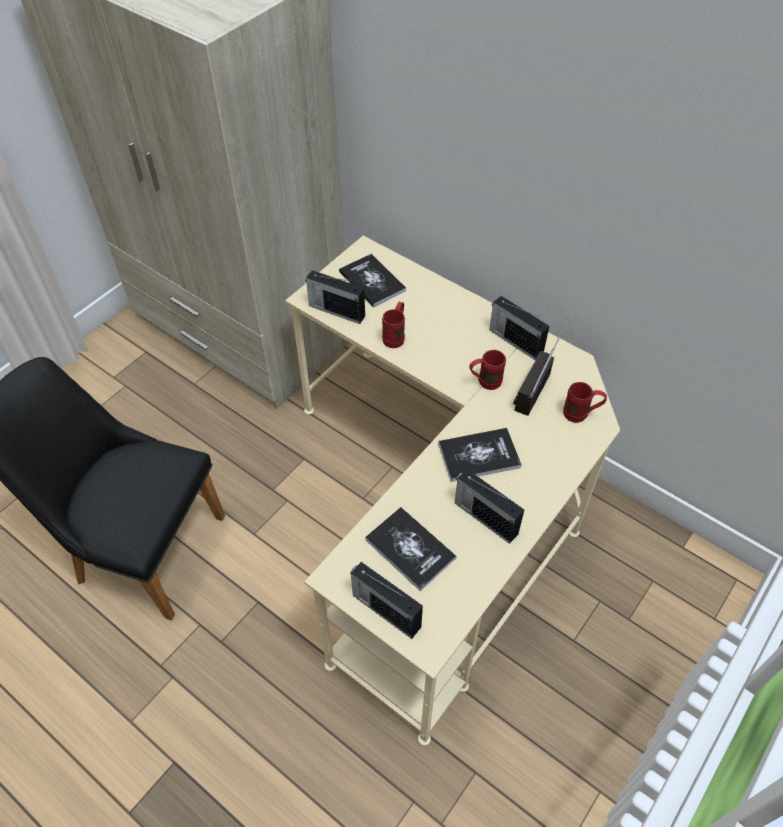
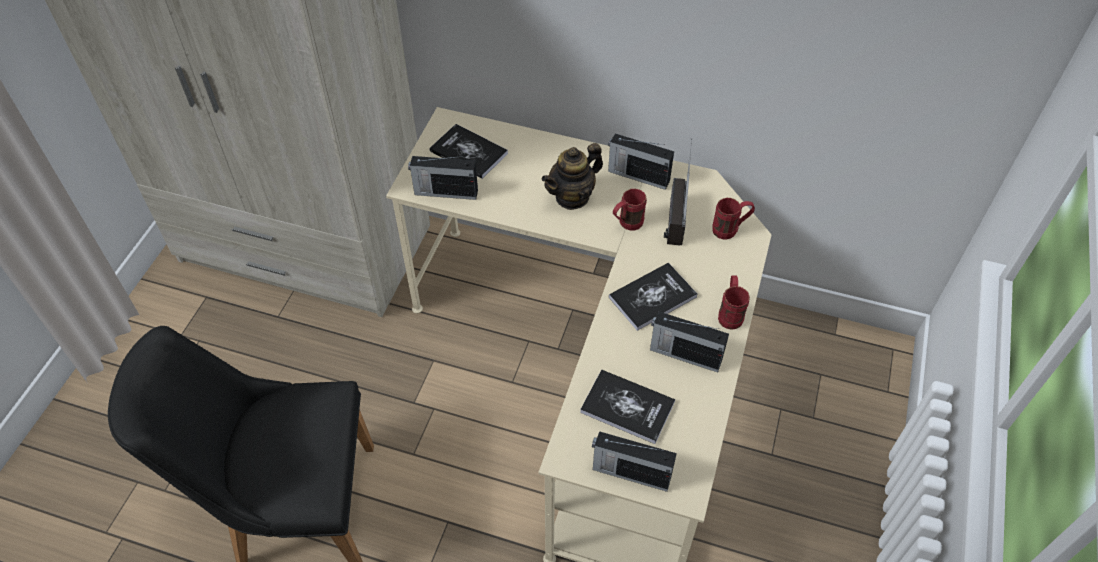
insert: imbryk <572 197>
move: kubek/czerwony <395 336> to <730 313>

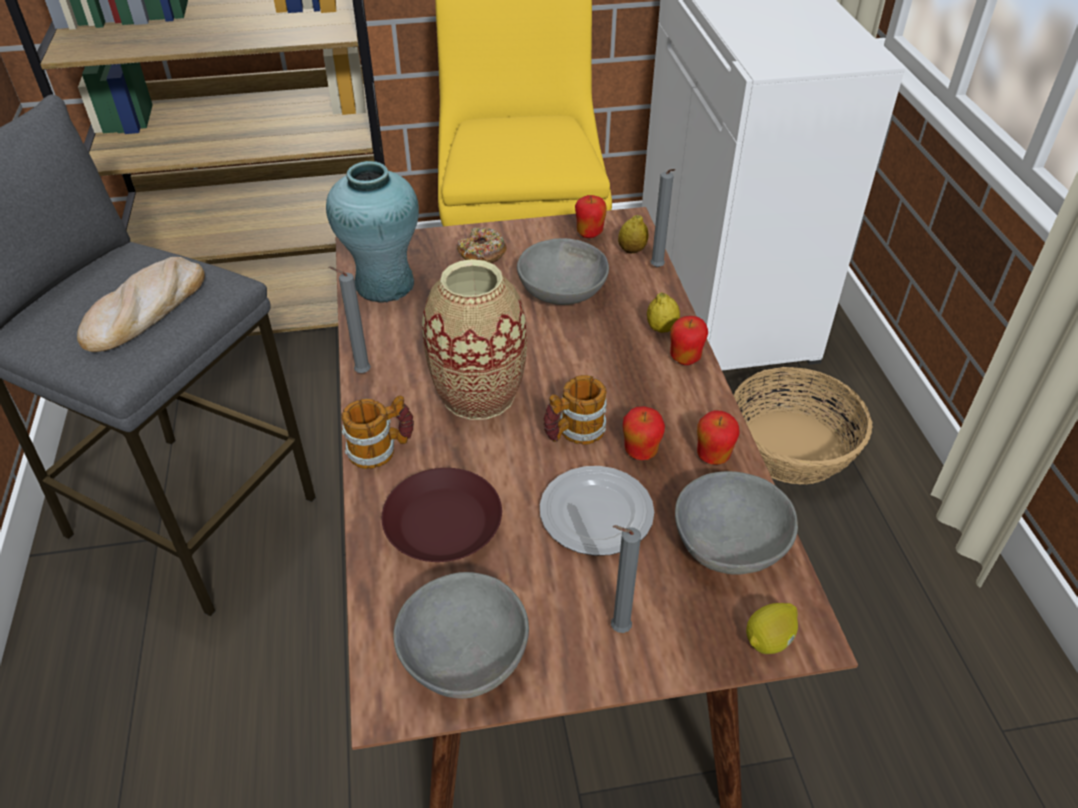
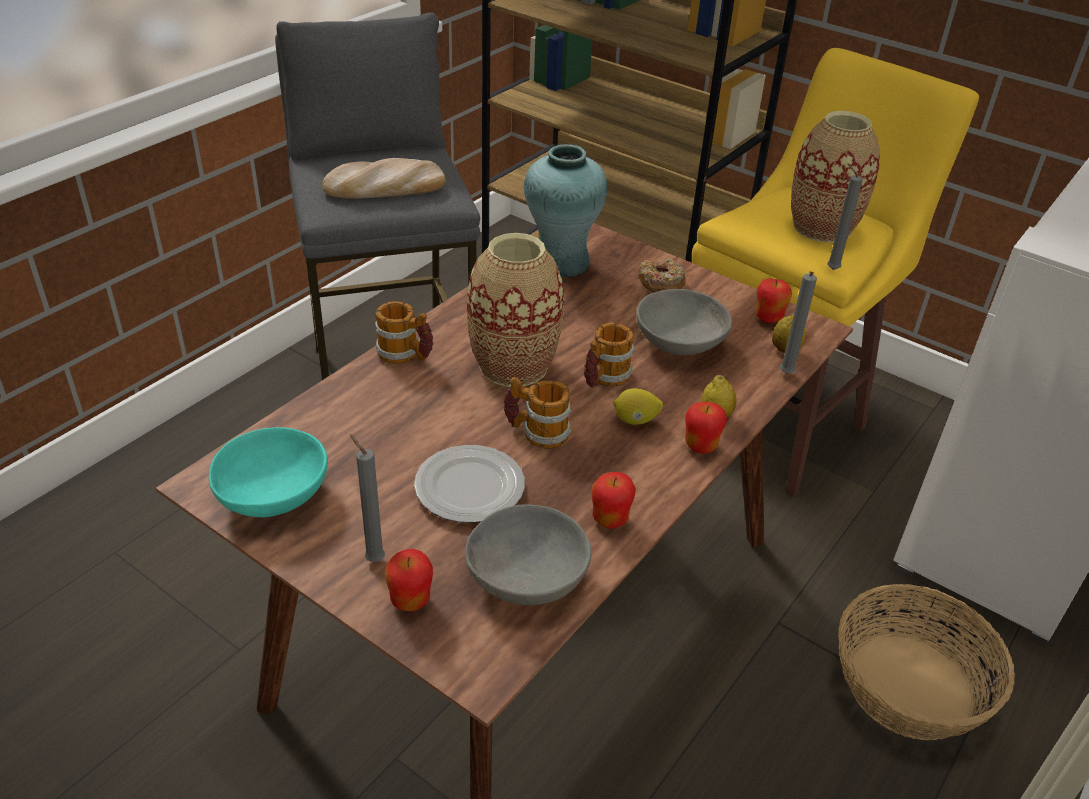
delete: talerz/brązowy <442 523>
insert: wazon <821 228>; kubek <604 378>
move: świeca/szary <360 373> to <830 269>; jabłko <640 452> to <411 601>; cytryna <769 640> to <635 420>
recolor: miska/szary <462 654> to miska/turkusowy <272 494>

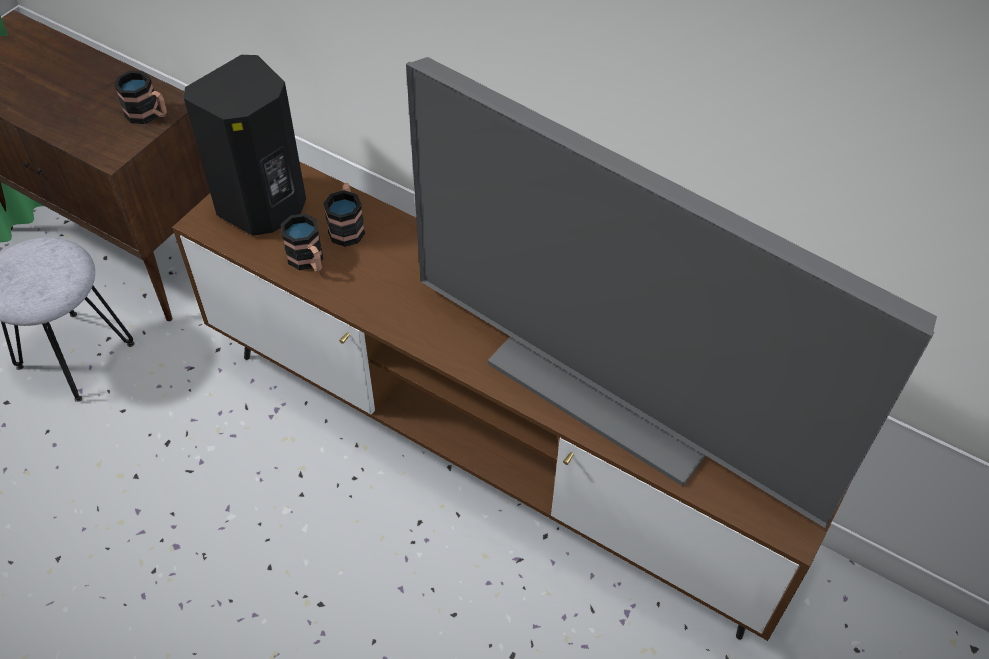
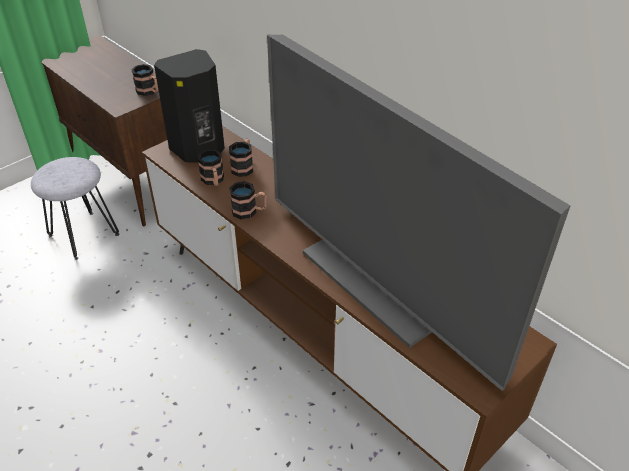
insert: kubek <249 211>

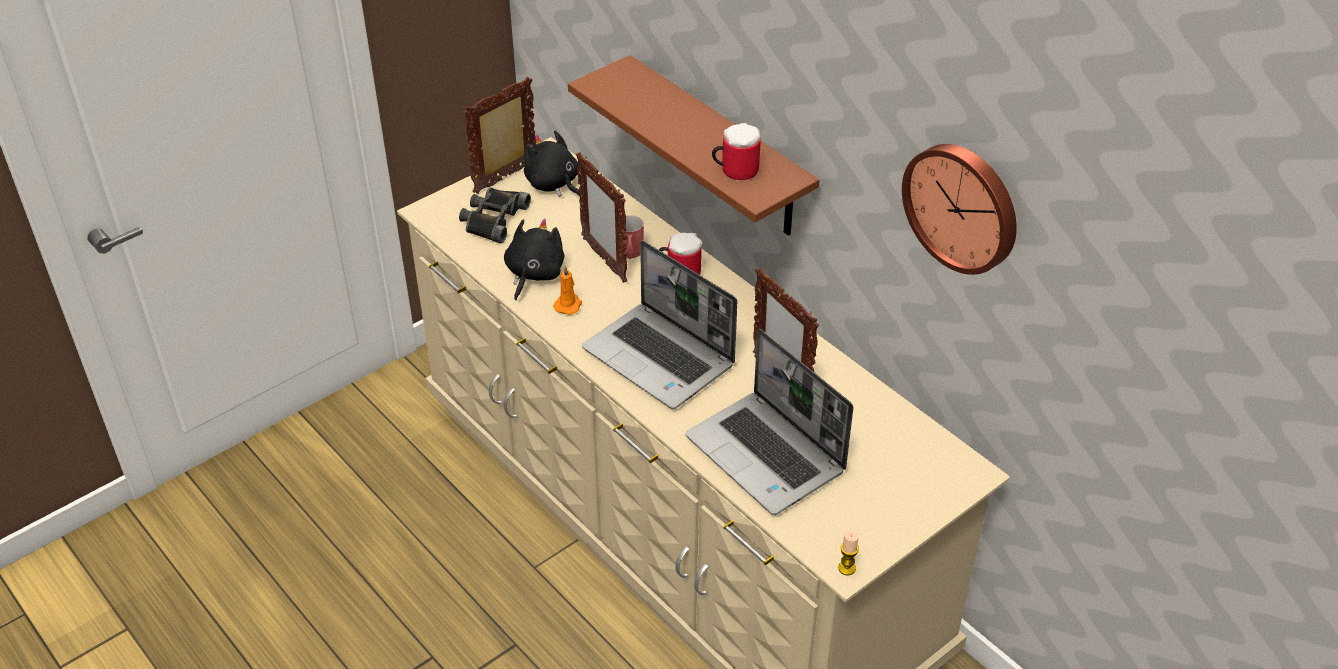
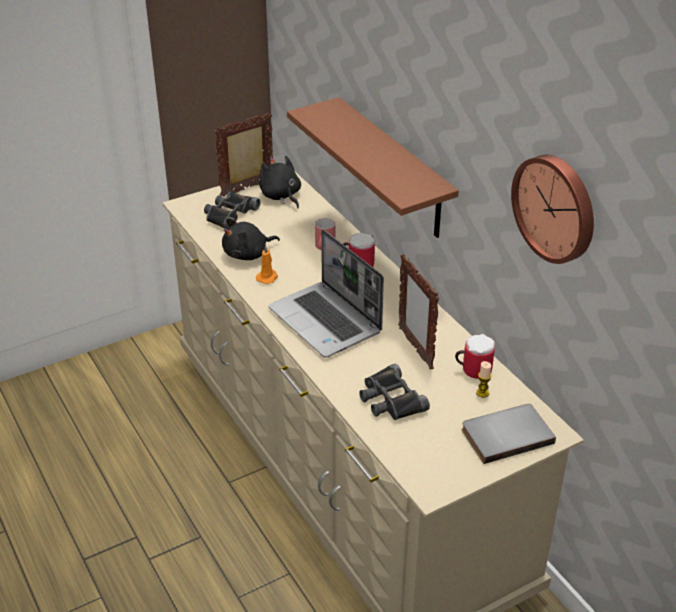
delete: ramka na zdjęcie <604 260>
insert: książka/szary <505 434>
move: kubek <734 170> to <472 369>; świeca <847 568> to <482 393>
replace: laptop <767 455> to lornetka/czarny <390 399>
rotate: pluszak/czarny <533 274> = <248 254> 150 degrees counterclockwise

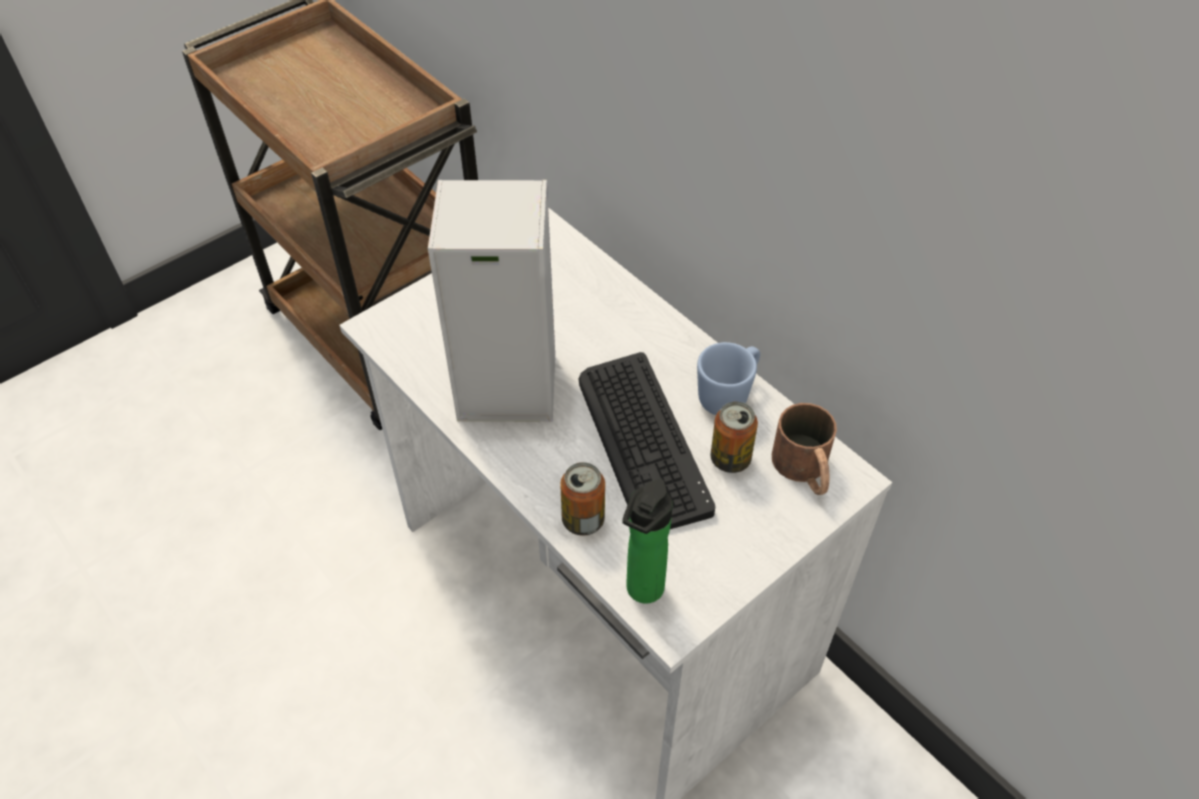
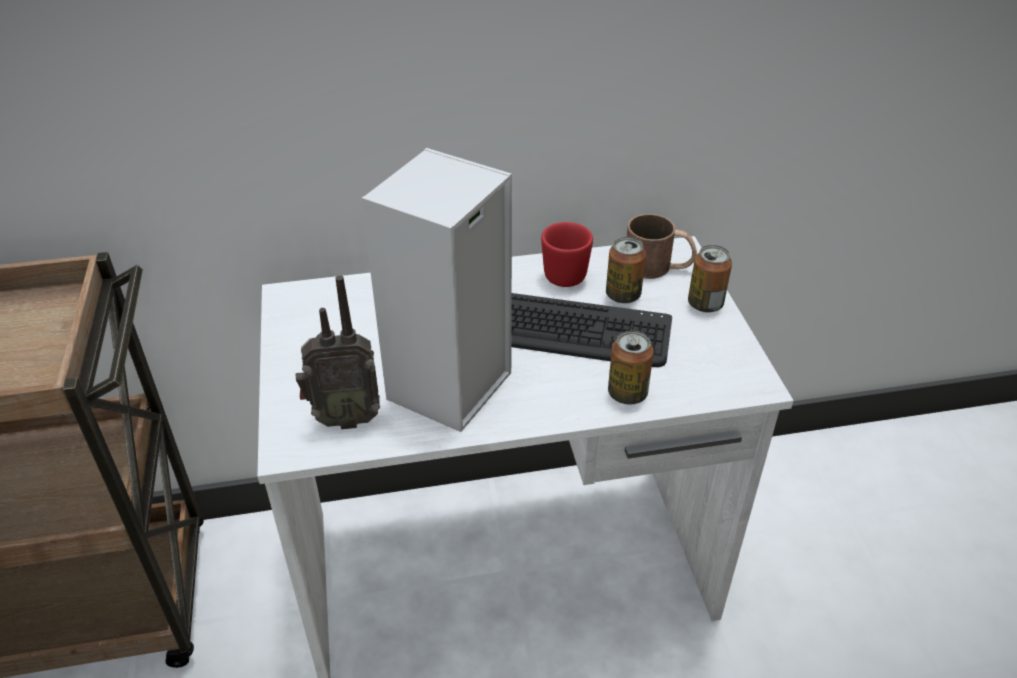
delete: butelka <642 592>
insert: puszka <705 304>; radio <344 418>
recolor: kubek/niebieski <728 395> to kubek/czerwony <562 272>

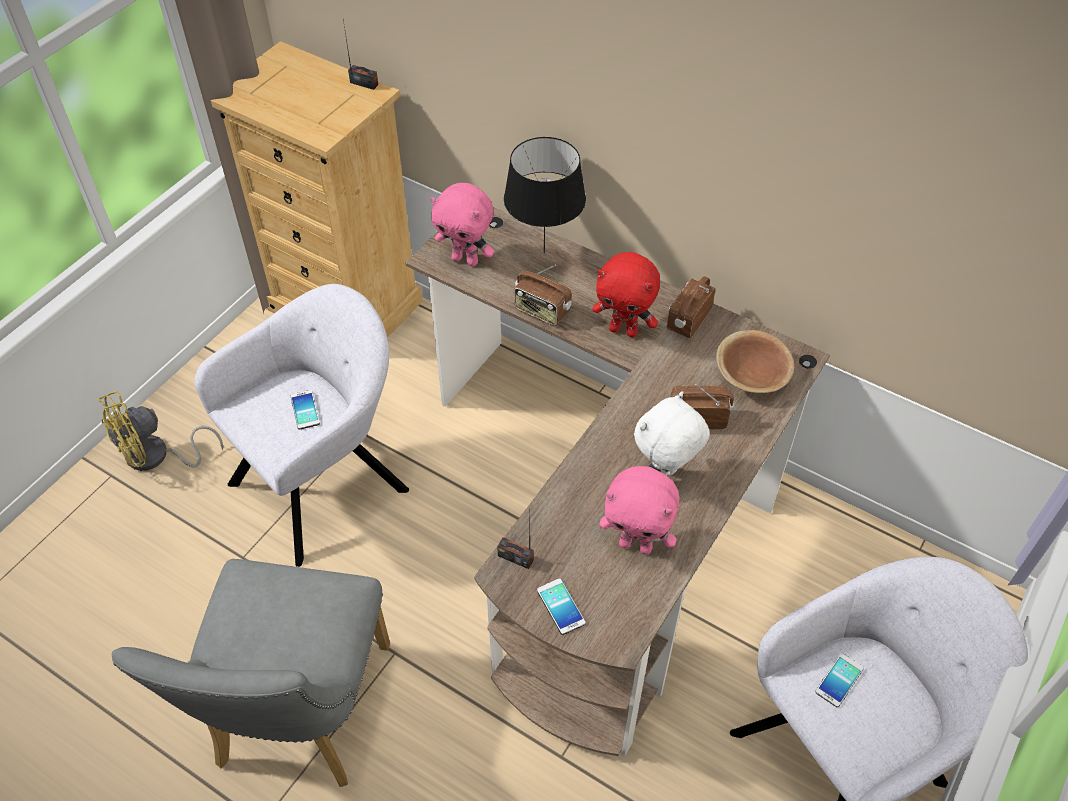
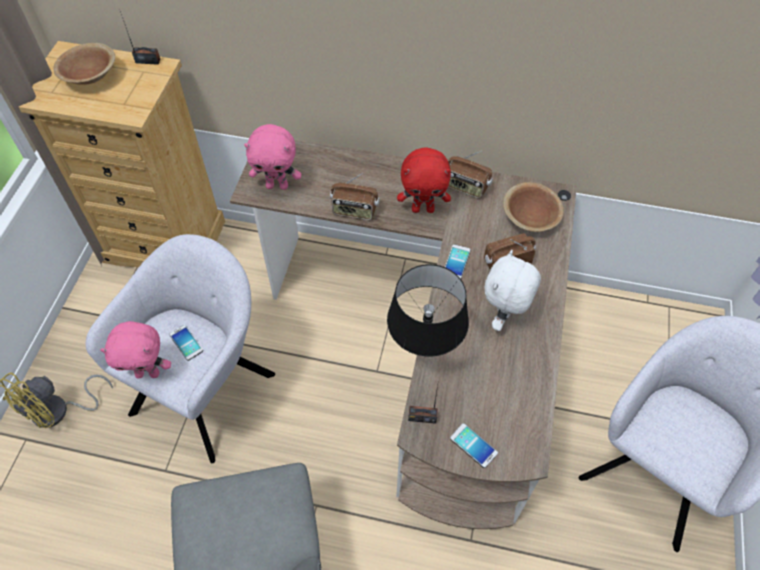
insert: miska/brązowy <90 76>
move: lampa stołowa/czarny <543 253> to <423 355>; pluszak/różowy <636 545> to <148 373>; telefon <839 680> to <456 262>
rotate: radio <688 320> = <466 187> 75 degrees counterclockwise

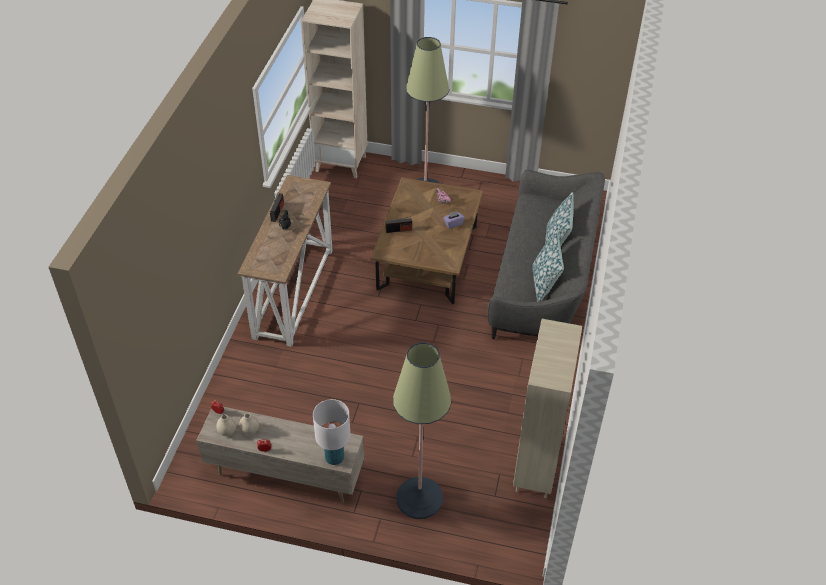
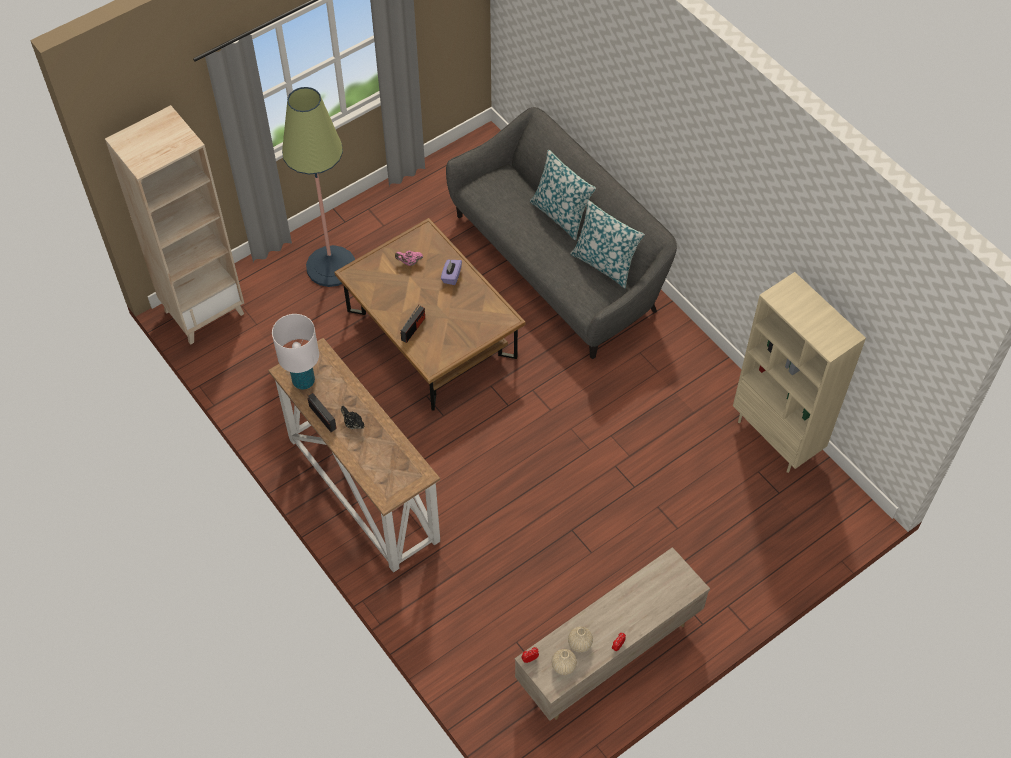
delete: lampa stojąca <419 498>
move: lampa stołowa/biały <334 458> to <303 381>

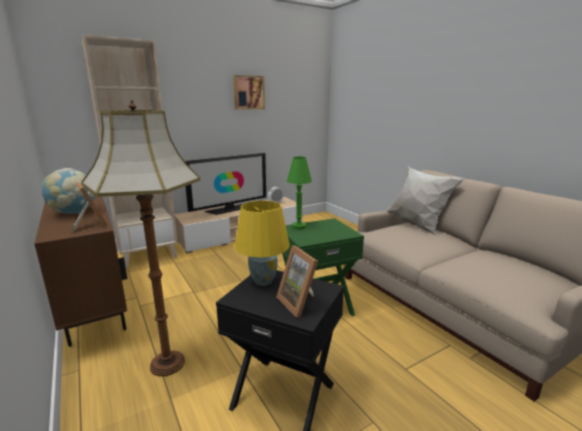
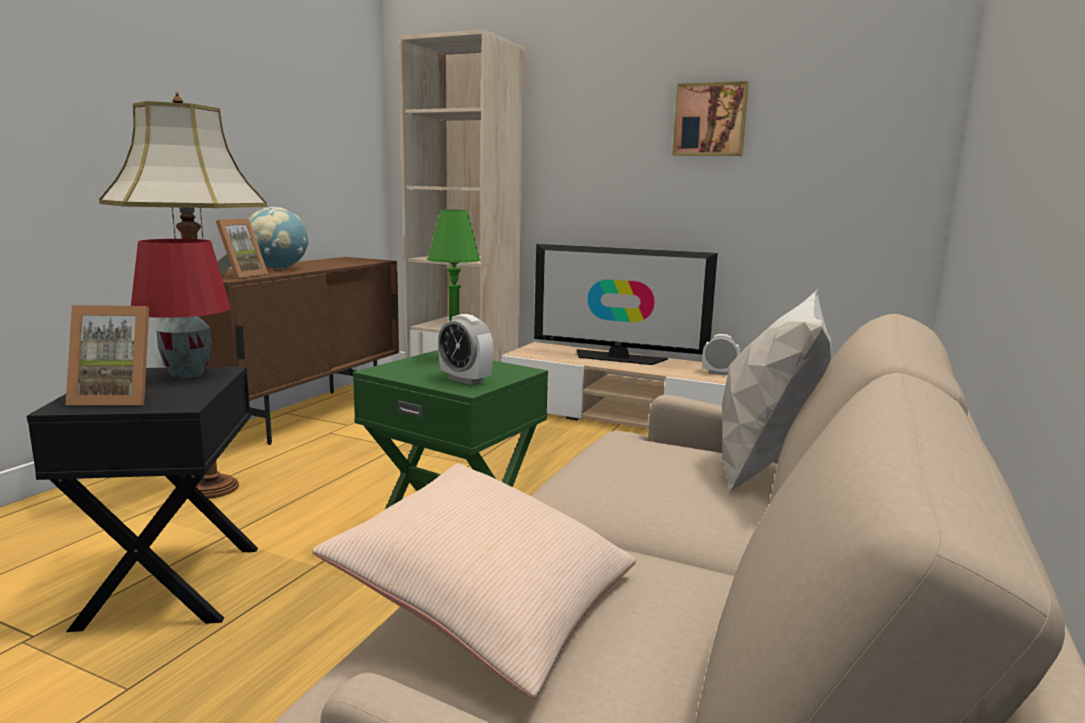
insert: budzik <465 380>; poduszka/beżowy <488 602>
recolor: lampa stołowa/żółty <263 281> to lampa stołowa/czerwony <188 374>
rotate: ramka na zdjęcie <300 303> = <118 398> 120 degrees counterclockwise

